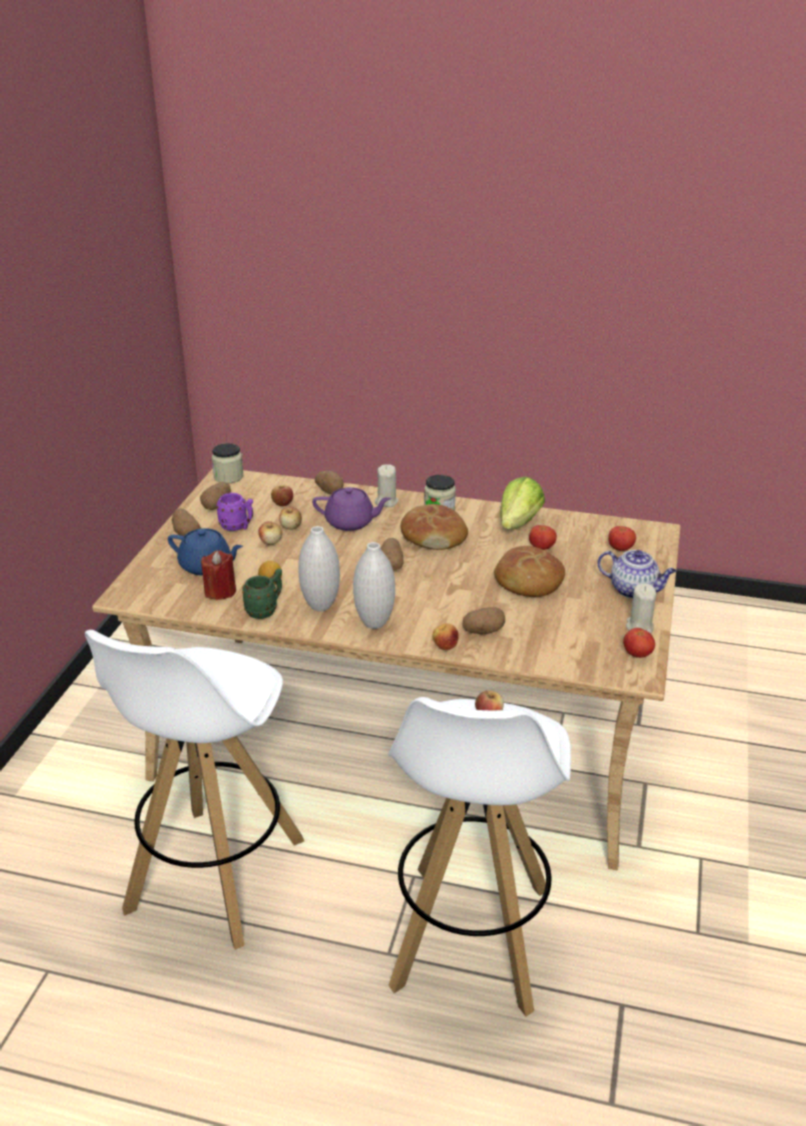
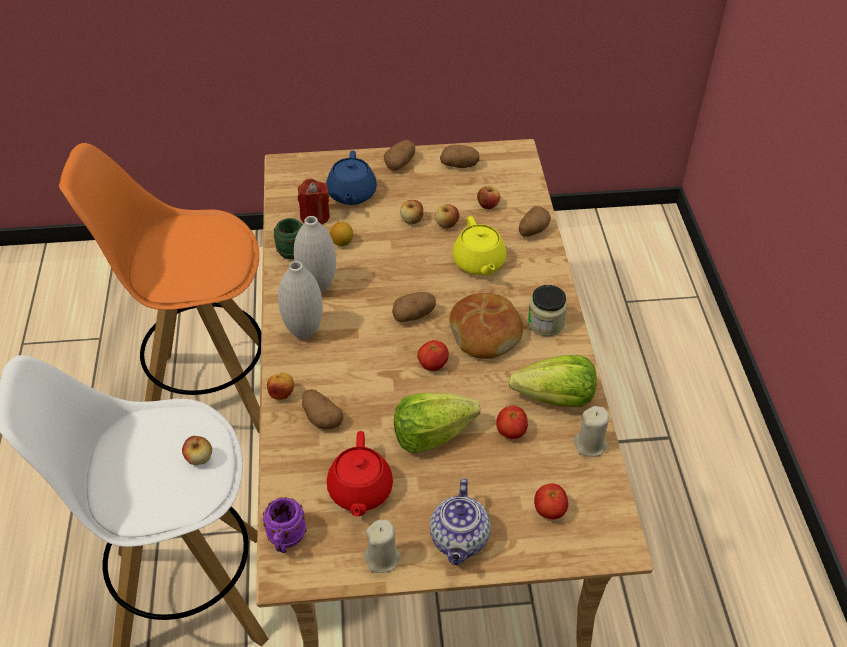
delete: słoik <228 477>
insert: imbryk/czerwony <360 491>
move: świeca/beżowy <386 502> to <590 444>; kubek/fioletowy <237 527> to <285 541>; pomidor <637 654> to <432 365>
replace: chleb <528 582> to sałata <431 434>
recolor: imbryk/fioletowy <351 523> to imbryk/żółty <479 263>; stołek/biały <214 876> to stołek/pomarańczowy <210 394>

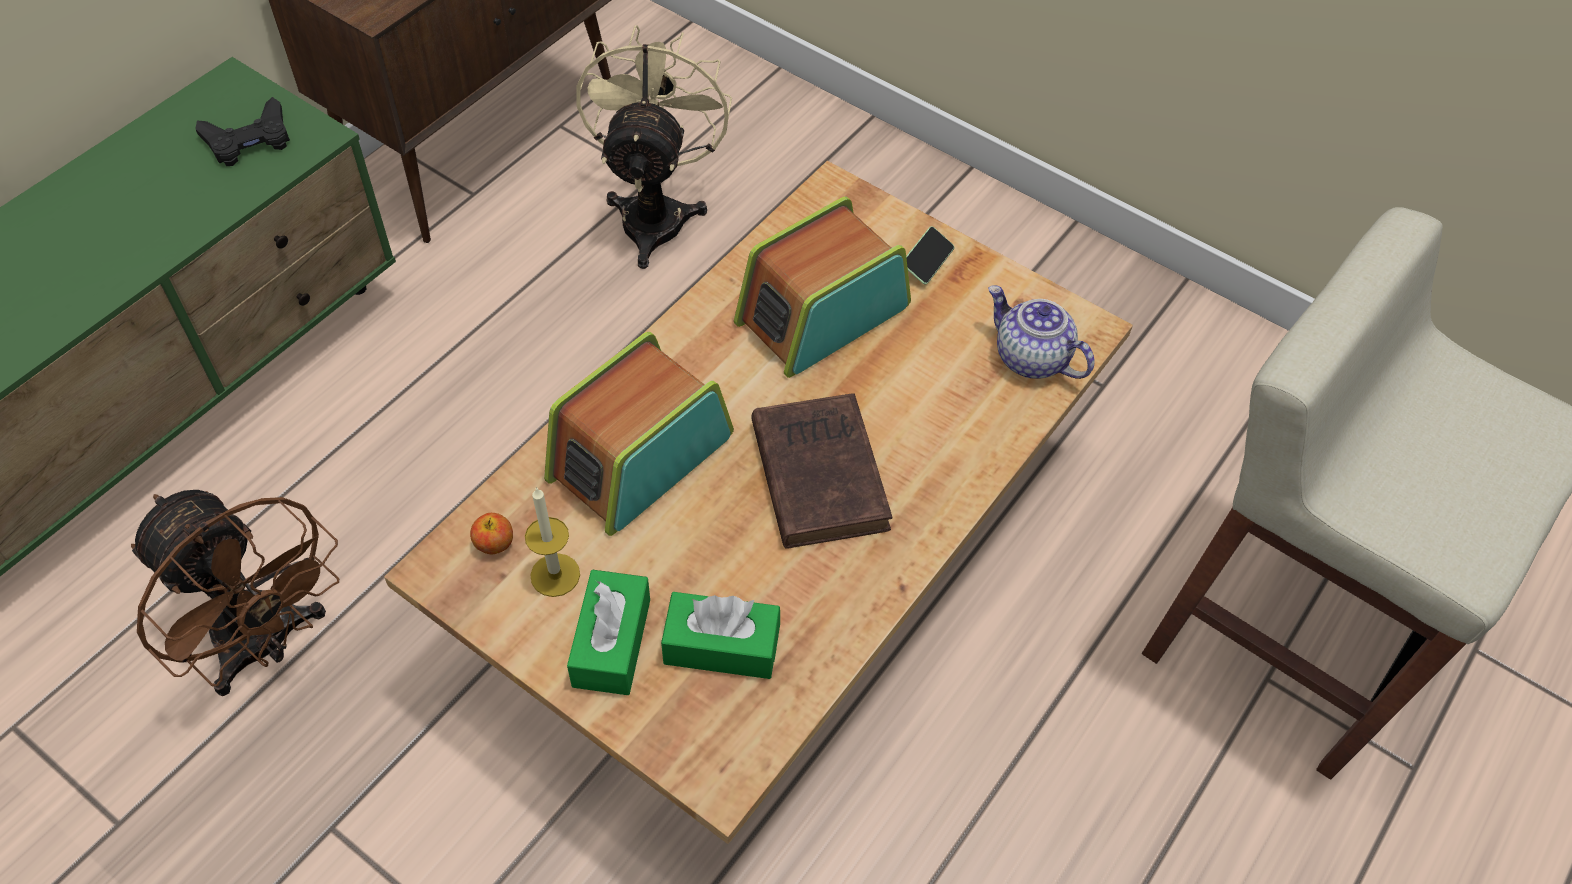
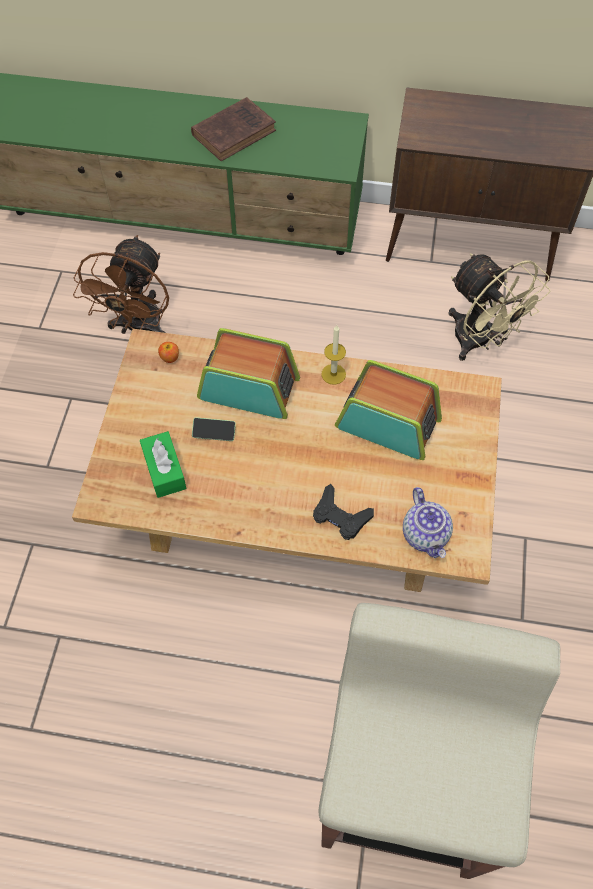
delete: pudełko chusteczek/zielony <611 642>
move: pad do gier/czarny <249 140> to <340 516>; telefon <927 262> to <214 432>; książka/brązowy <818 472> to <235 132>; świeca <555 575> to <333 374>
rotate: wentylator/beżowy <655 212> = <480 342> 75 degrees clockwise; imbryk <1030 358> = <426 535> 150 degrees clockwise

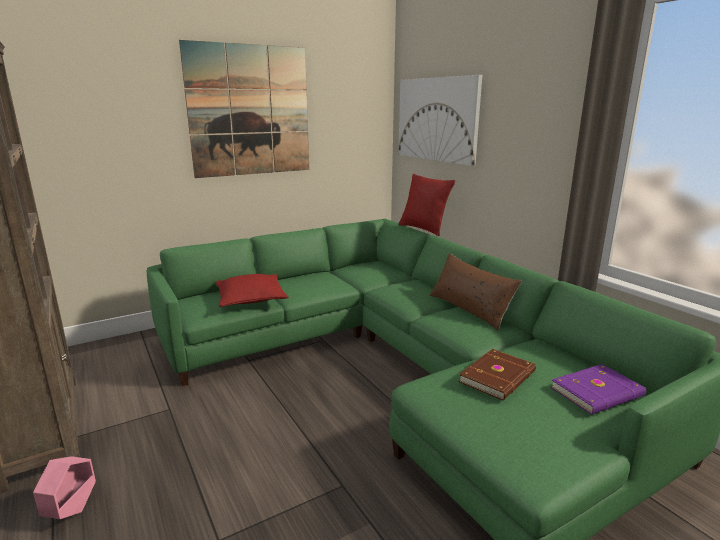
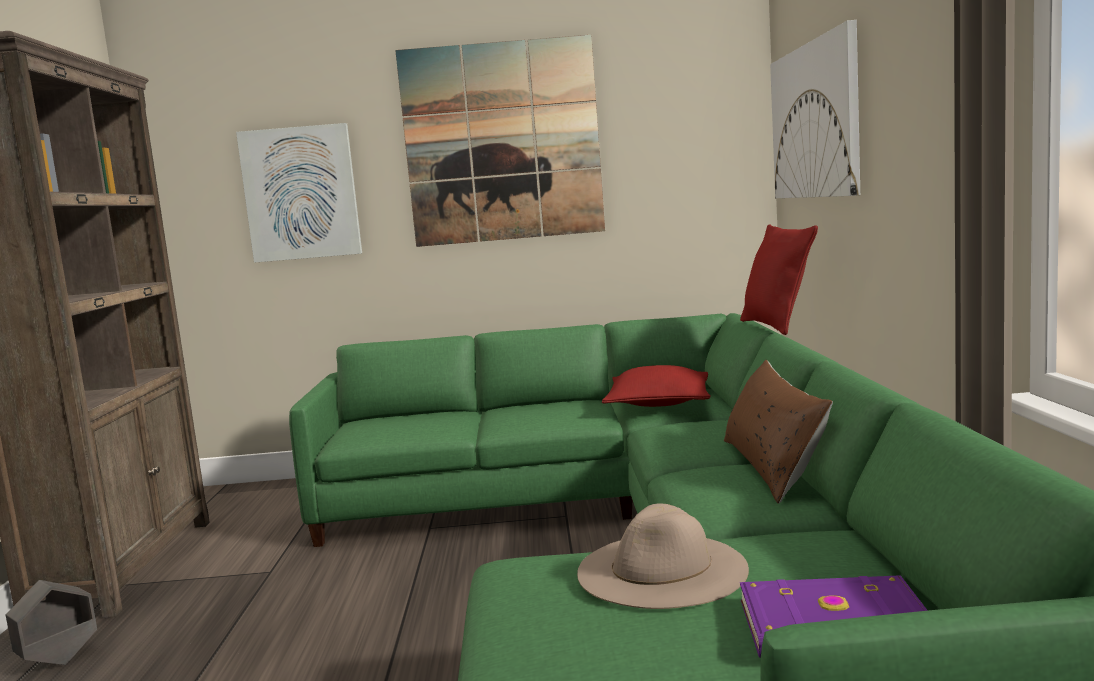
insert: obraz <301 193>
move: poduszka/czerwony <251 299> to <659 403>
replace: książka/brązowy <499 377> to kapelusz/beżowy <662 570>
recolor: donica/różowy <72 510> to donica/szary <59 660>

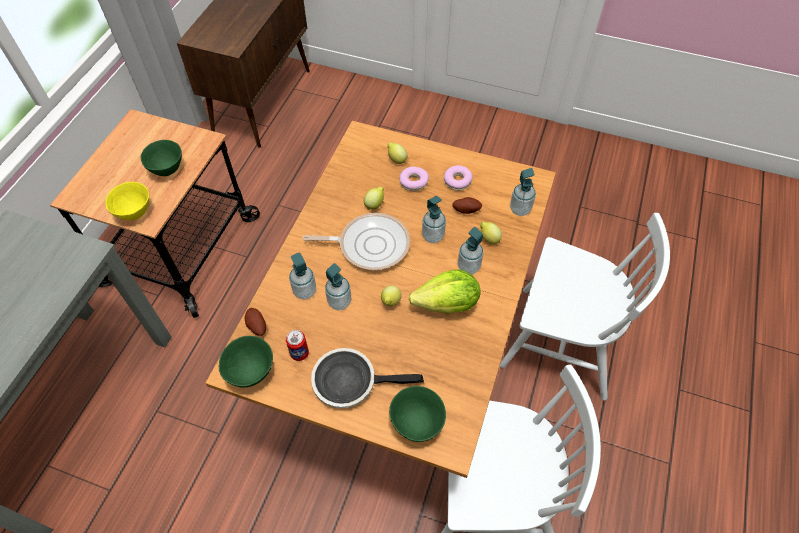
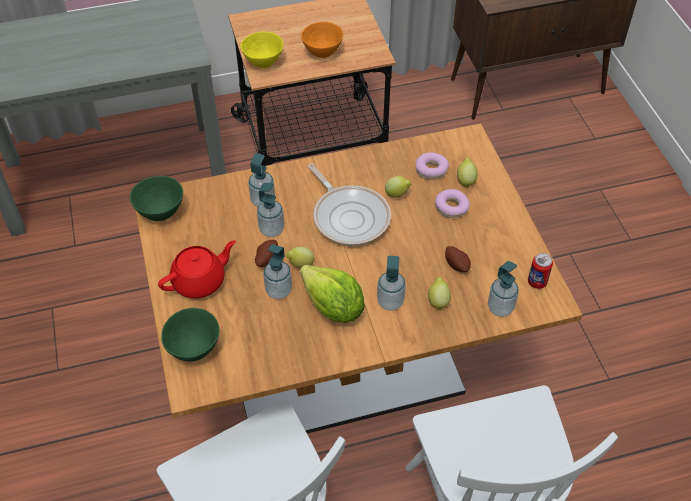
move: donut <457 181> to <431 170>; dozownik mydła <433 236> to <278 291>; ziemniak <256 326> to <266 259>; puszka <299 353> to <537 282>
replace: patelnia <350 381> to imbryk/czerwony <200 281>
recolor: miska/zielony <168 170> to miska/pomarańczowy <322 53>

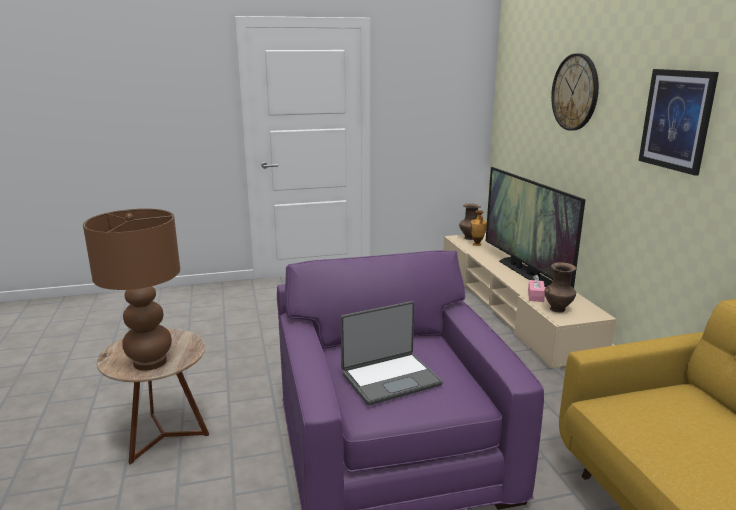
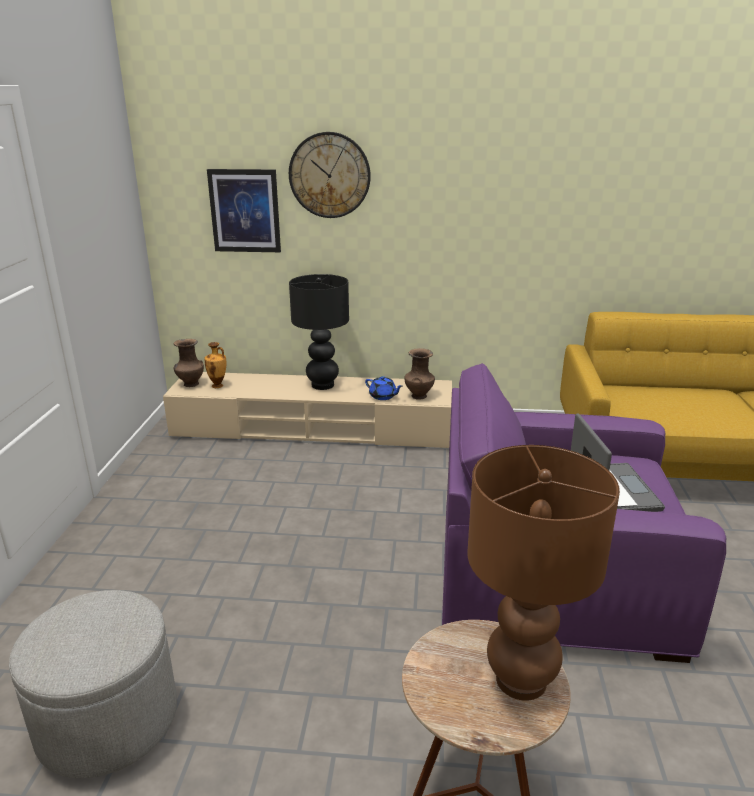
insert: pufa/szary <108 719>
move: obraz <676 120> to <245 211>
replace: telewizor <525 272> to lampa stołowa/czarny <323 385>; pudełko chusteczek/różowy <535 296> to imbryk/niebieski <383 396>

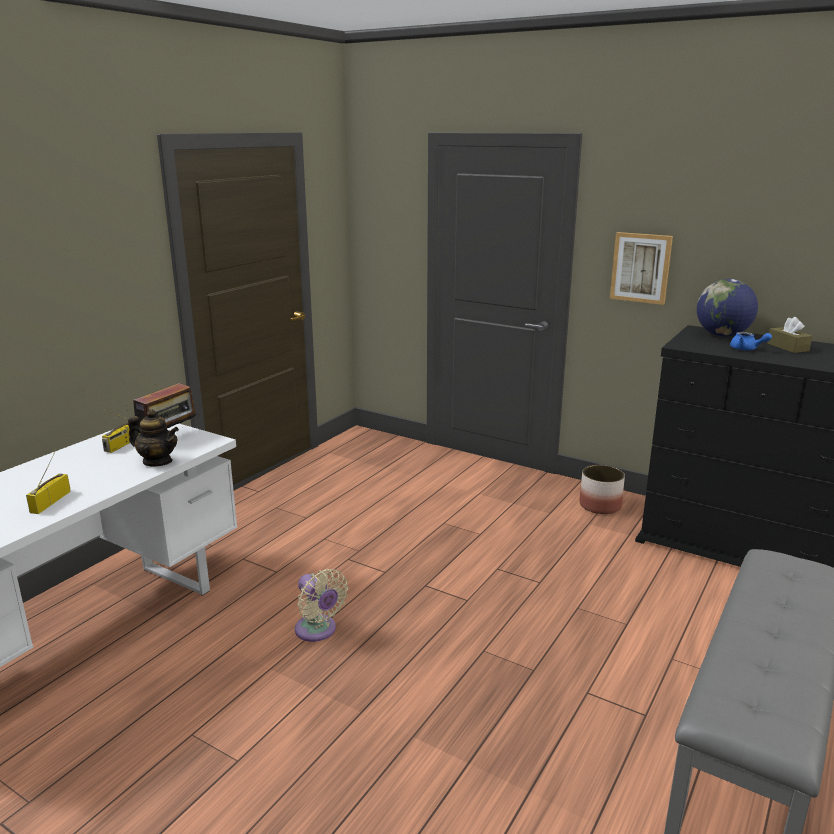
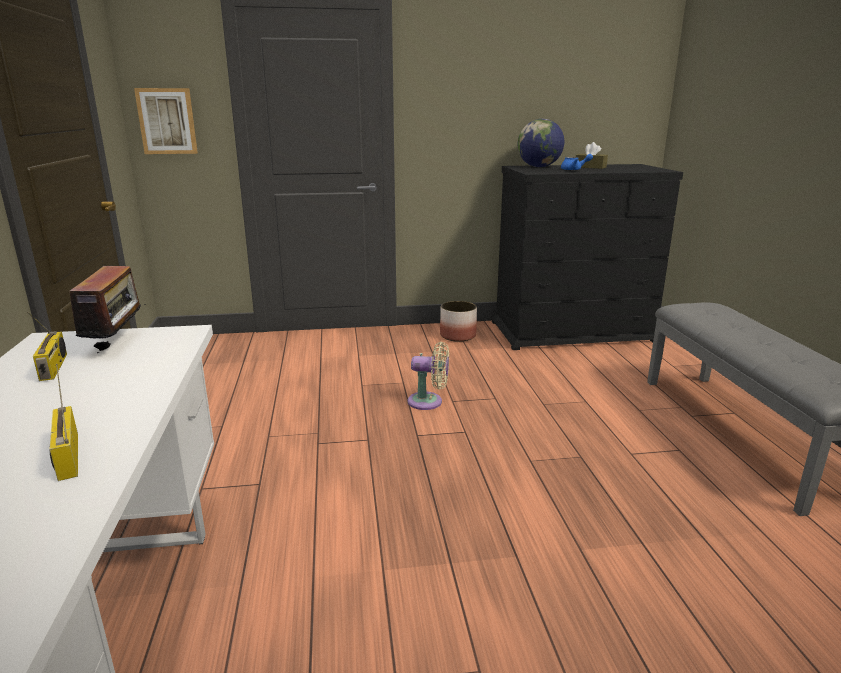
delete: imbryk <157 461>
move: obraz <641 267> to <167 121>; wentylator/beżowy <318 631> to <429 402>

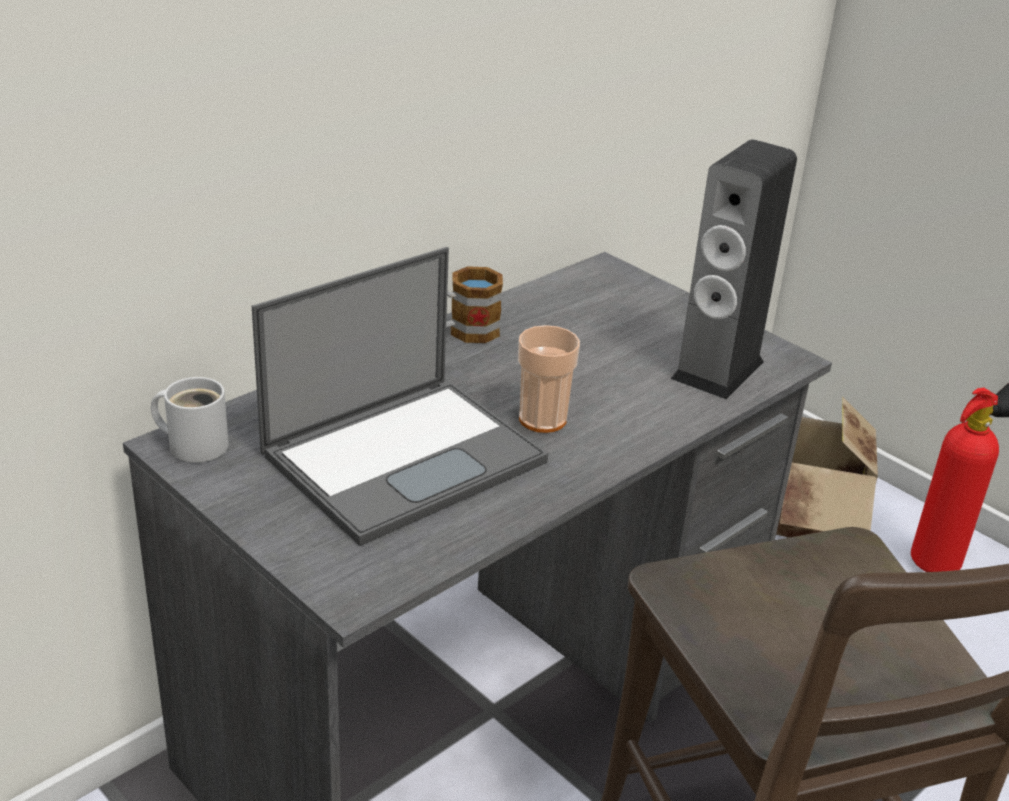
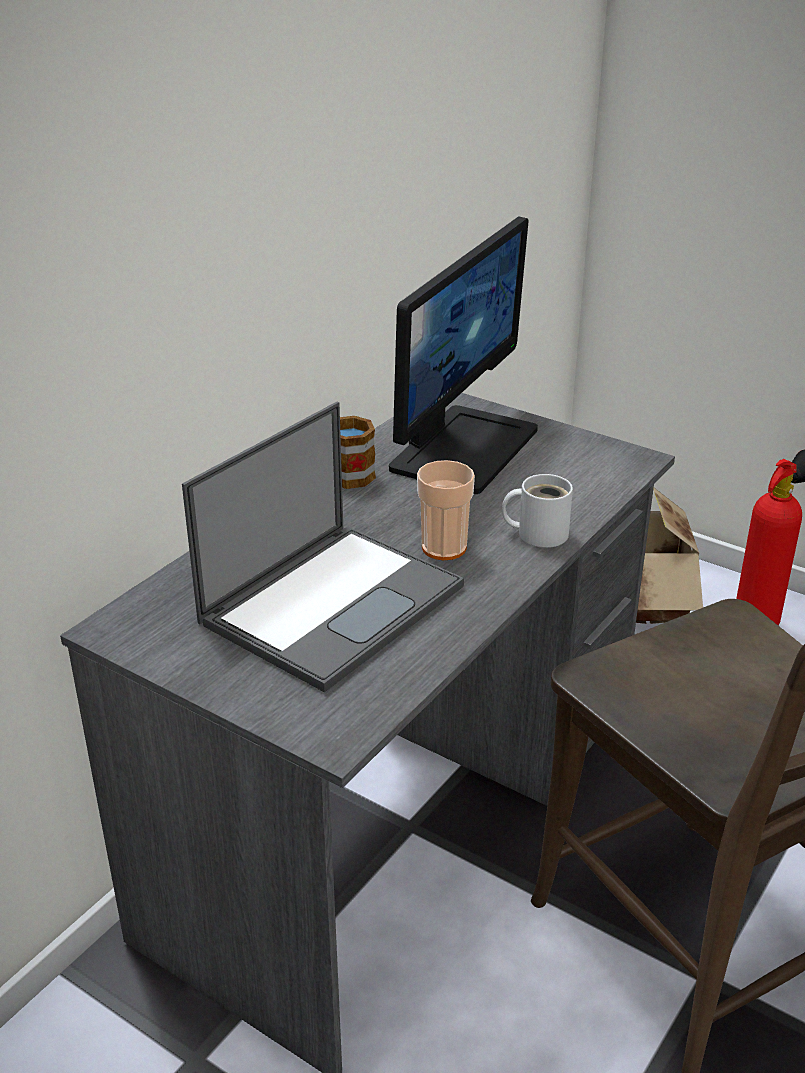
delete: głośnik <718 370>
insert: monitor <462 448>
move: kubek/biały <194 443> to <538 533>

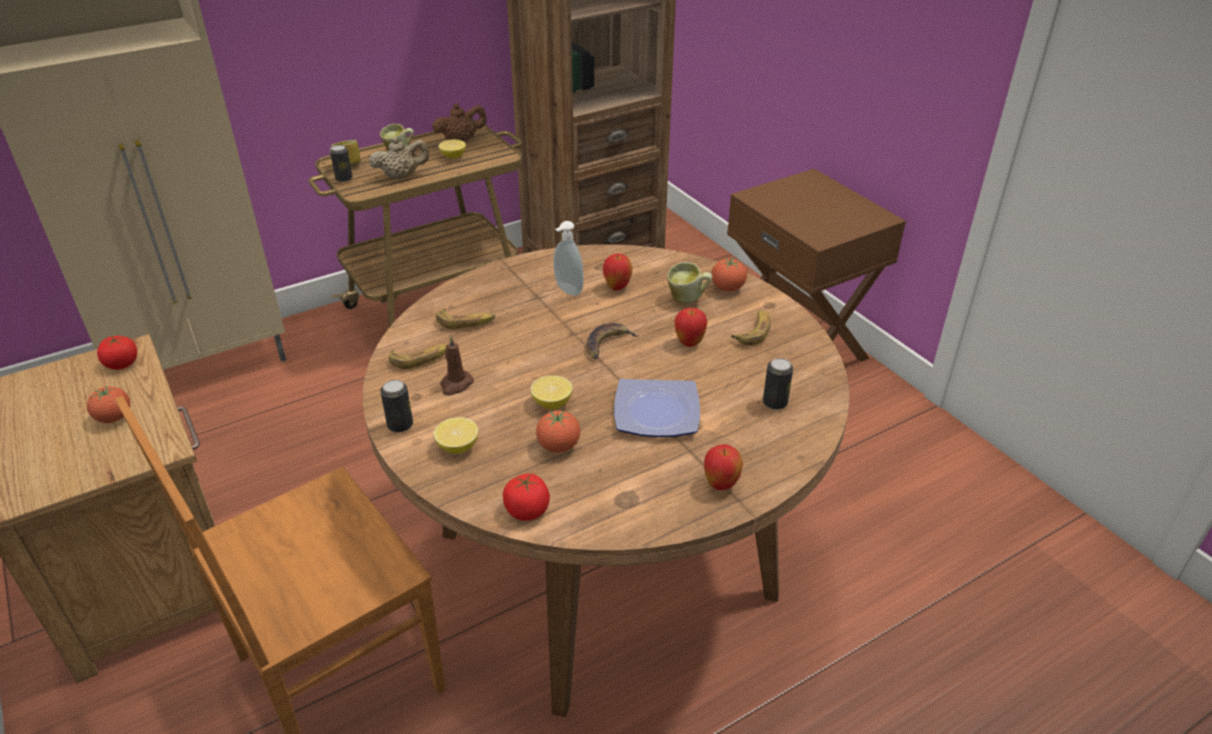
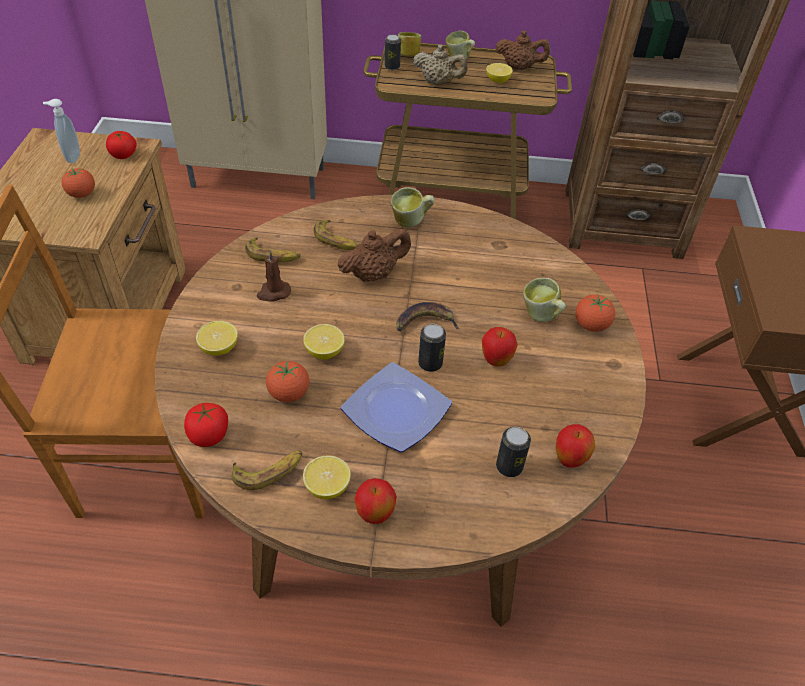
insert: kubek <411 222>; imbryk/brązowy <374 274>; cytryna <327 487>
move: dozownik mydła <567 291> to <72 157>; jabłko <617 287> to <569 460>; banan <753 331> to <269 471>; puszka <400 425> to <430 363>

